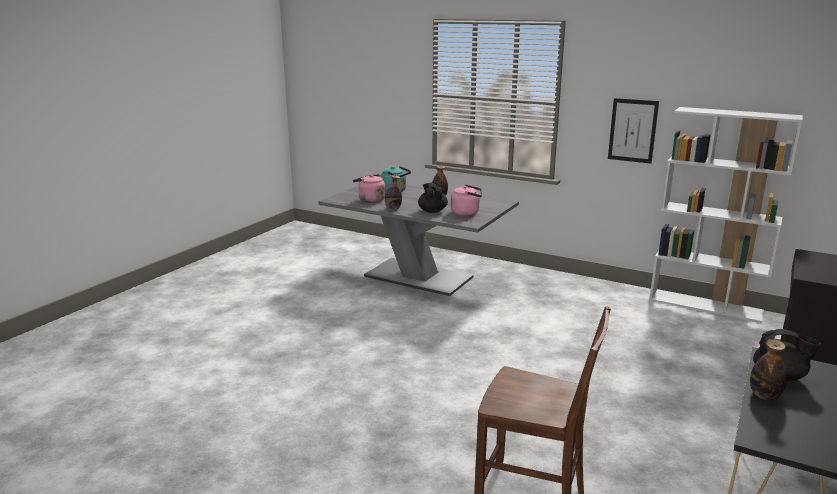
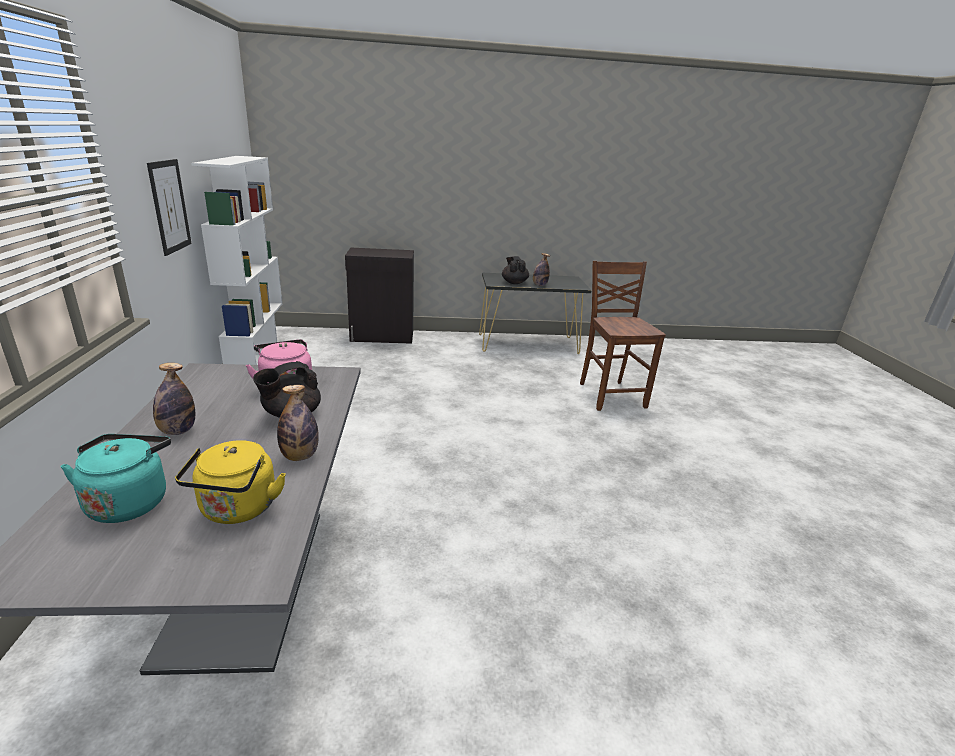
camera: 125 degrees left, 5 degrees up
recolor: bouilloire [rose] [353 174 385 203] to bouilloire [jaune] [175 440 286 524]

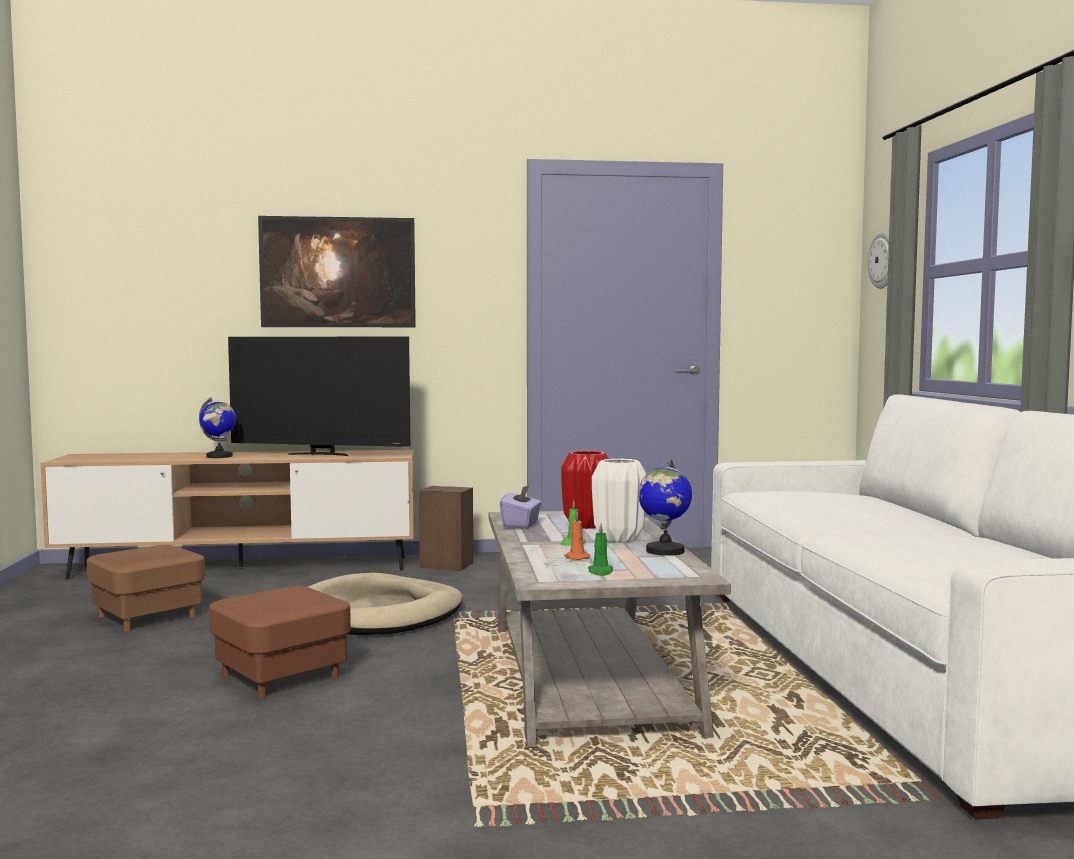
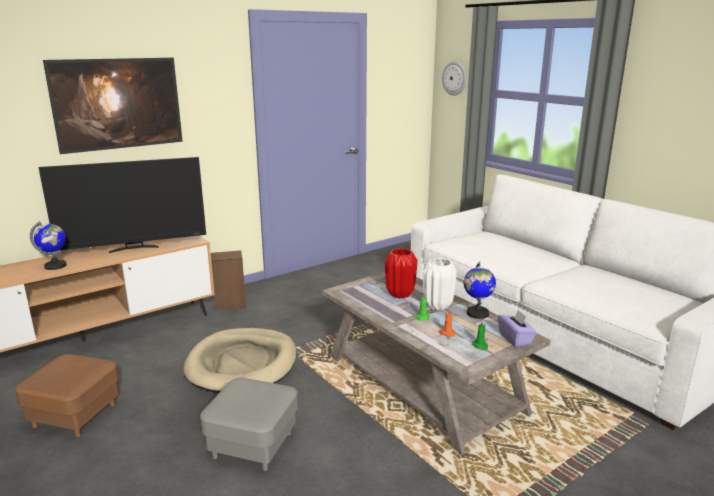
camera: 30 degrees left, 15 degrees up
move: boîte à mouchoirs [violet] [500 484 542 528] to [498 310 537 347]
recolor: pouf [marron] [209 586 351 698] to pouf [gris] [200 378 298 471]

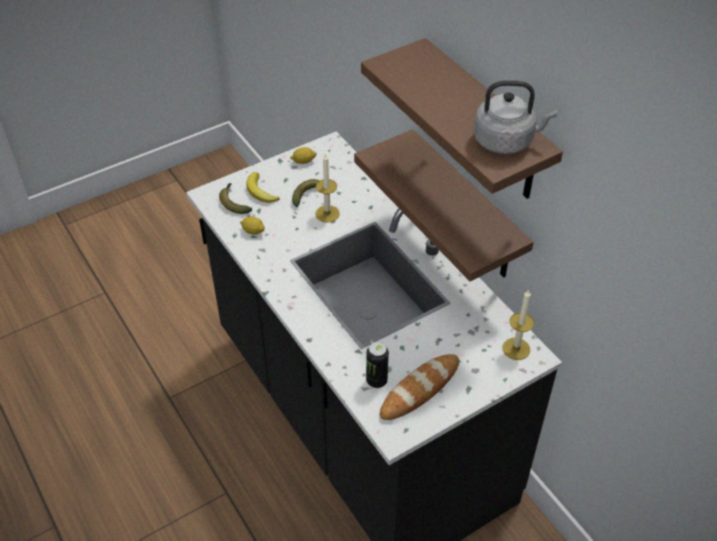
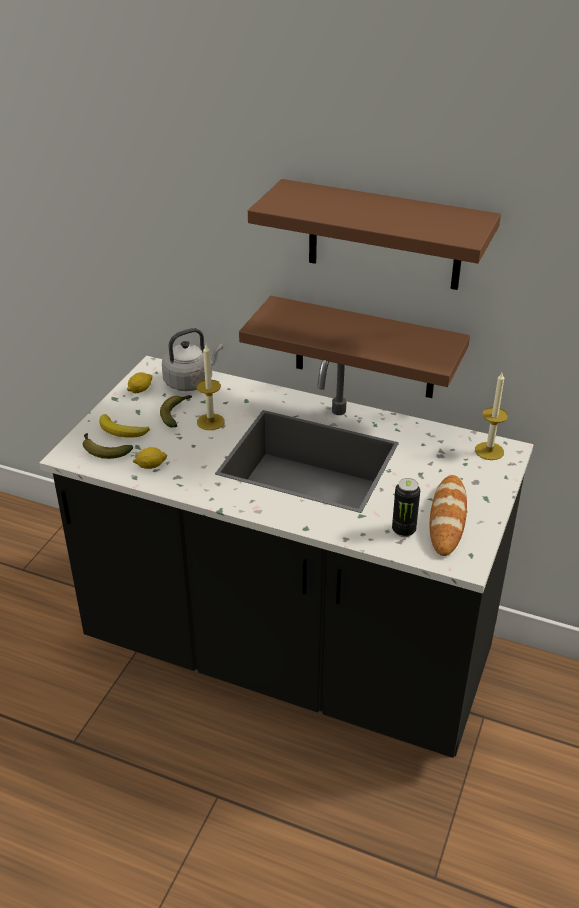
camera: 35 degrees left, 10 degrees down
move: bouilloire [gris] [474 80 557 154] to [162 328 223 391]

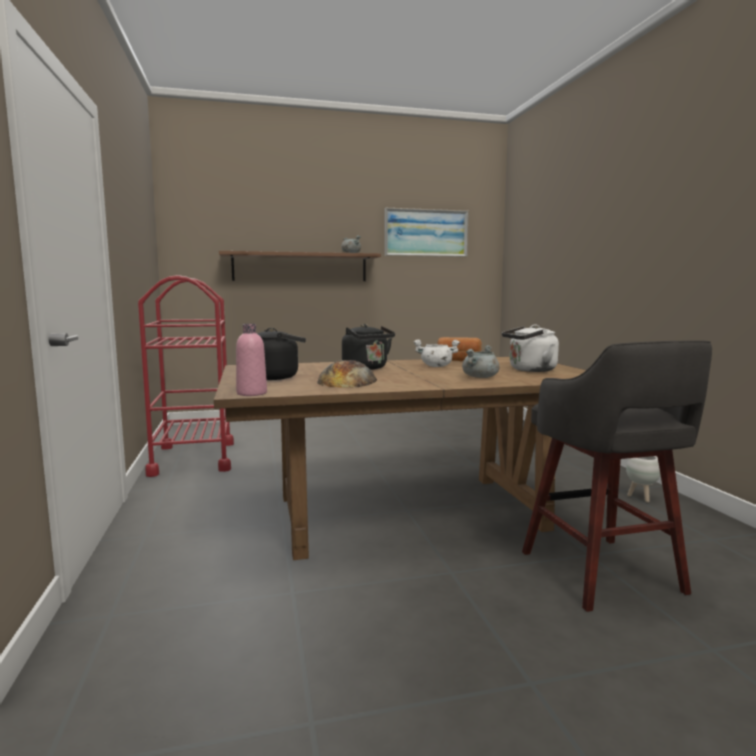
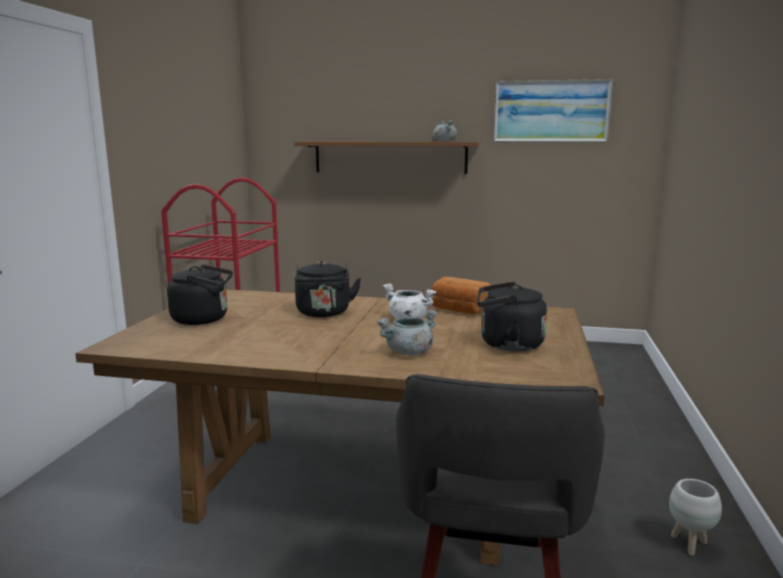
camera: 25 degrees right, 5 degrees up
delete: bouteille [rose] [236 324 267 396]; pain [317 360 377 388]
recolor: bouilloire [blanc] [502 325 559 372] to bouilloire [noir] [477 282 547 351]

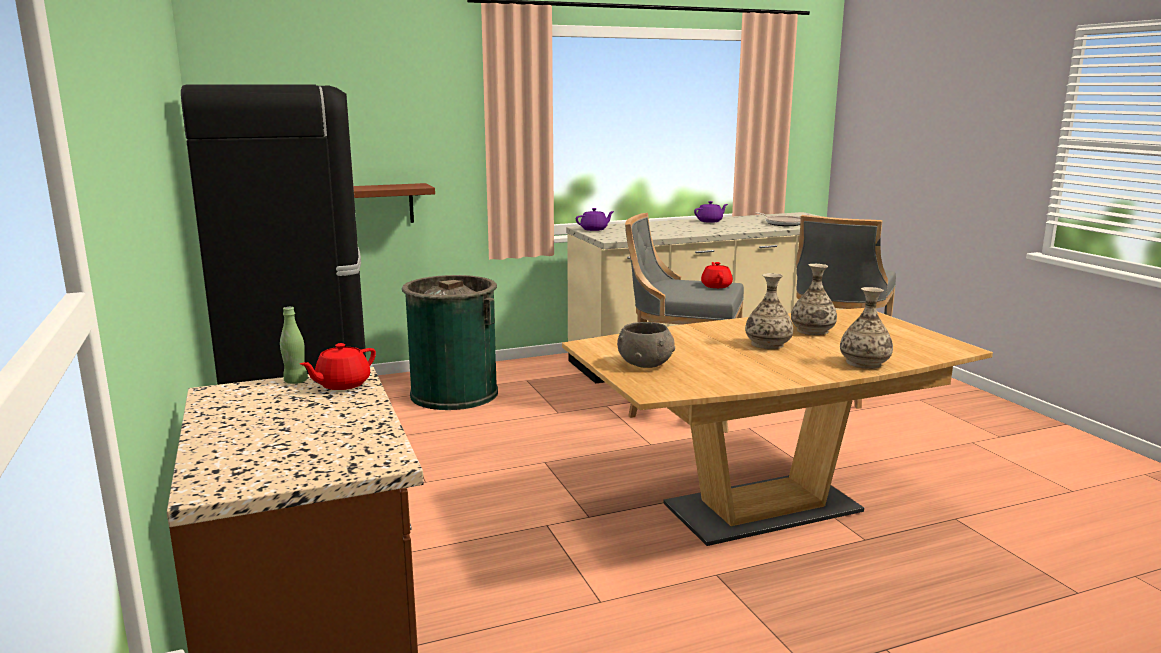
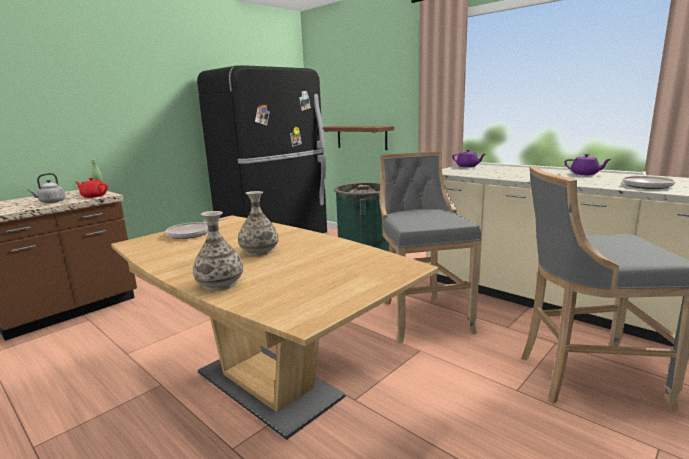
camera: 65 degrees right, 0 degrees up
delete: théière [rouge] [701 262 733 288]; vase [791 264 837 335]
insert: bouilloire [gris] [28 173 66 203]
replace: bol [gris] [617 322 675 368] to poêle [166 217 228 239]

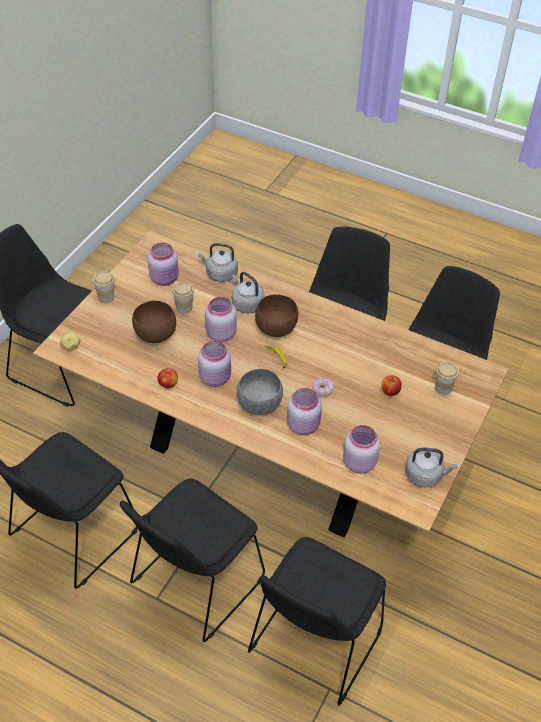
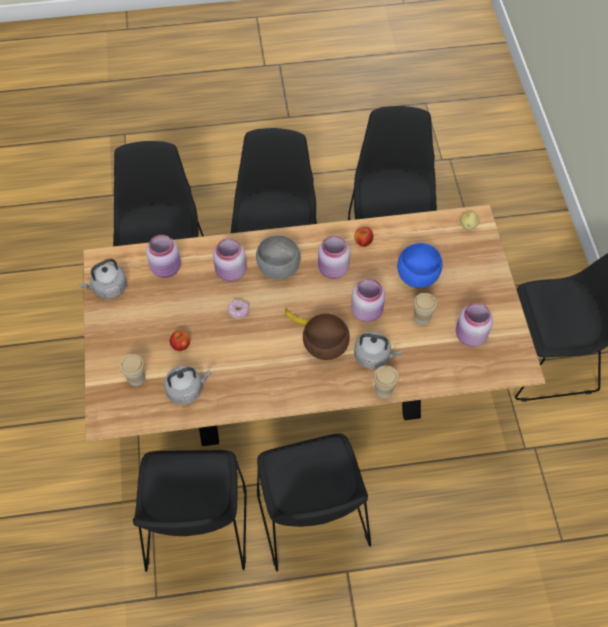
camera: 145 degrees right, 10 degrees up
move: bouilloire [gris] [198 243 238 282] to [164 366 211 405]; tasse [93 271 115 303] to [374 366 398 398]
recolor: bol [marron] [132 301 176 343] to bol [bleu] [397 243 443 288]

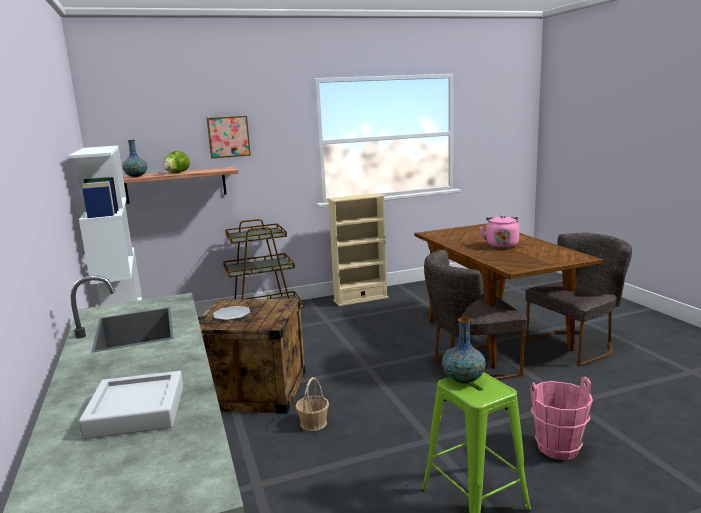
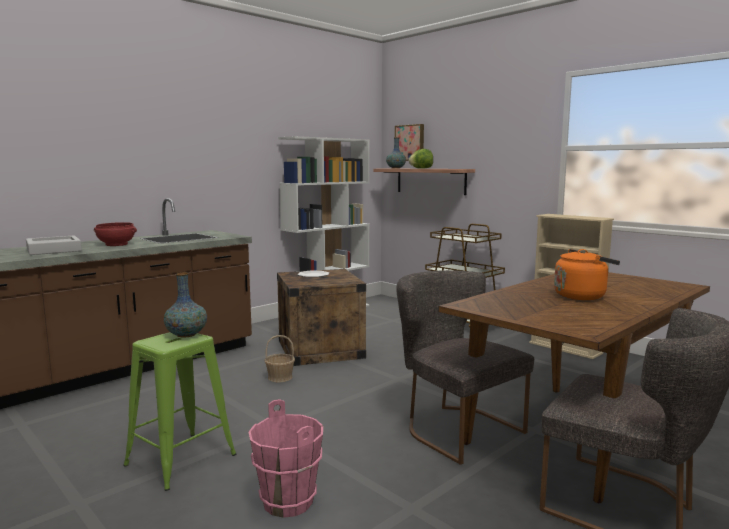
camera: 65 degrees right, 5 degrees down
insert: bol [rouge] [94 222 137 246]
move: tableau [207 116 251 158] to [395 124 424 161]
recolor: bouilloire [rose] [479 215 519 248] to bouilloire [orange] [554 249 620 300]

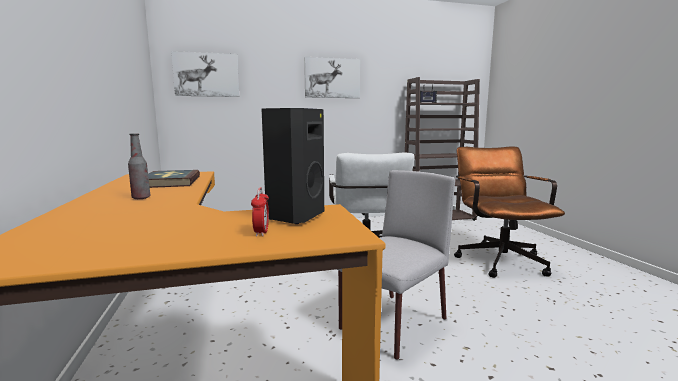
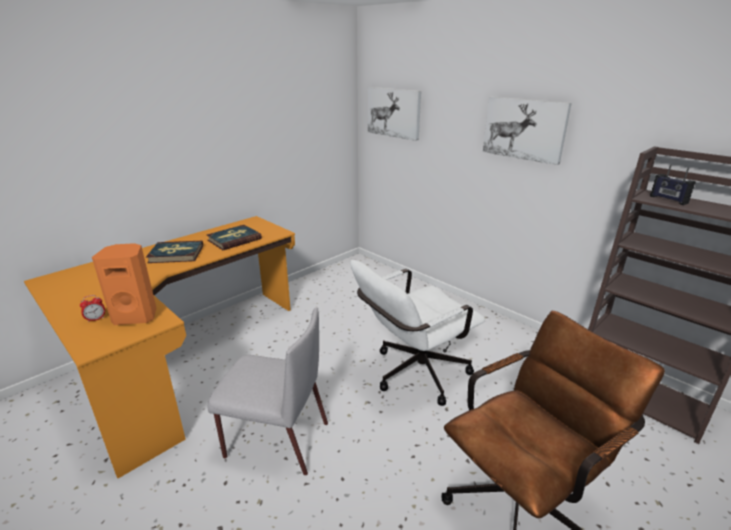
camera: 60 degrees right, 15 degrees up
replace: bouteille [128 133 150 199] to livre [146 241 203 263]
recolor: enceinte [noir] [262 108 324 224] to enceinte [orange] [92 243 156 325]

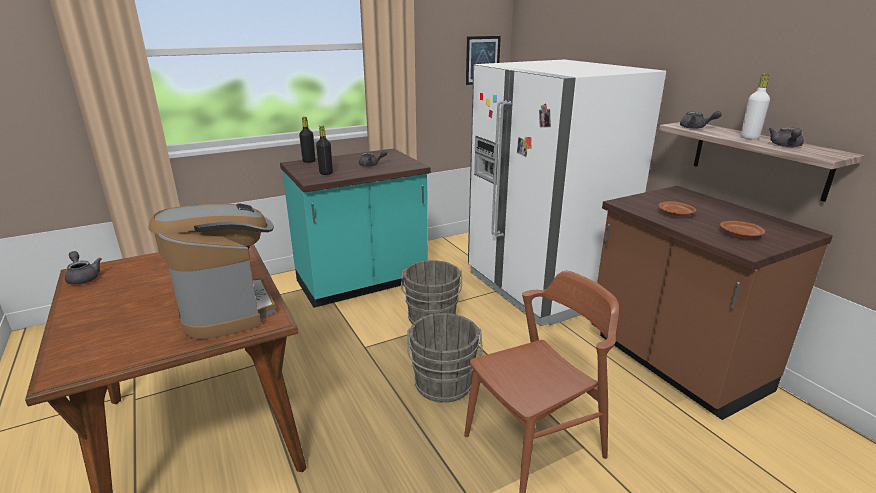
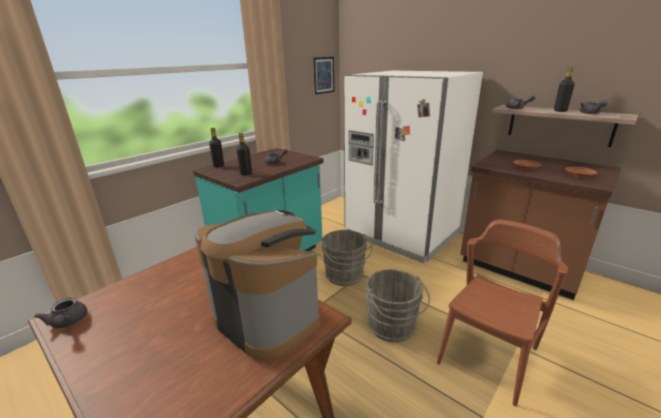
camera: 20 degrees left, 0 degrees up
recolor: bouteille [blanc] [741 74 770 139] to bouteille [noir] [554 67 575 112]
rotate: théière [gris] [65 251 101 285] = [34 298 87 328] 150 degrees counterclockwise

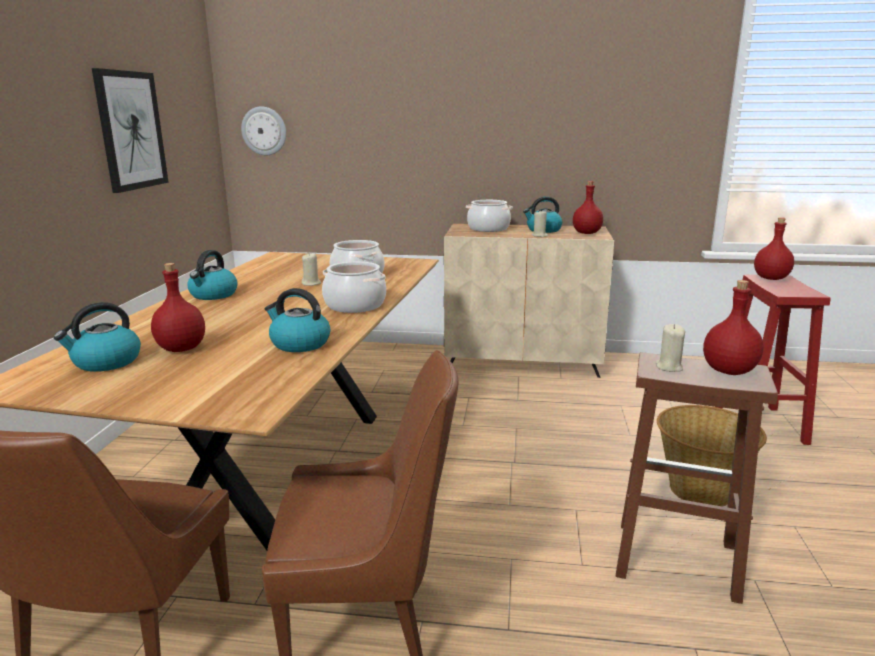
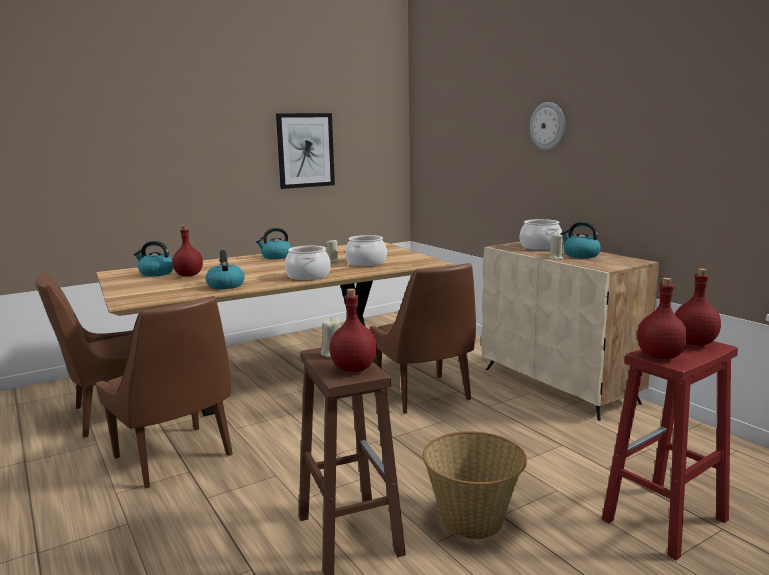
camera: 50 degrees right, 5 degrees down
insert: chaise [marron] [370 263 476 414]
move: horloge murale [241 106 286 155] to [530 102 565 150]; bouteille [rouge] [573 181 603 234] to [637 278 688 359]

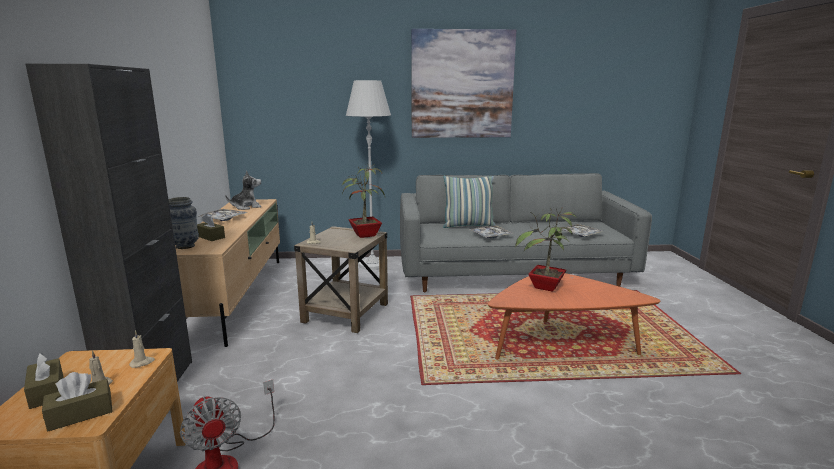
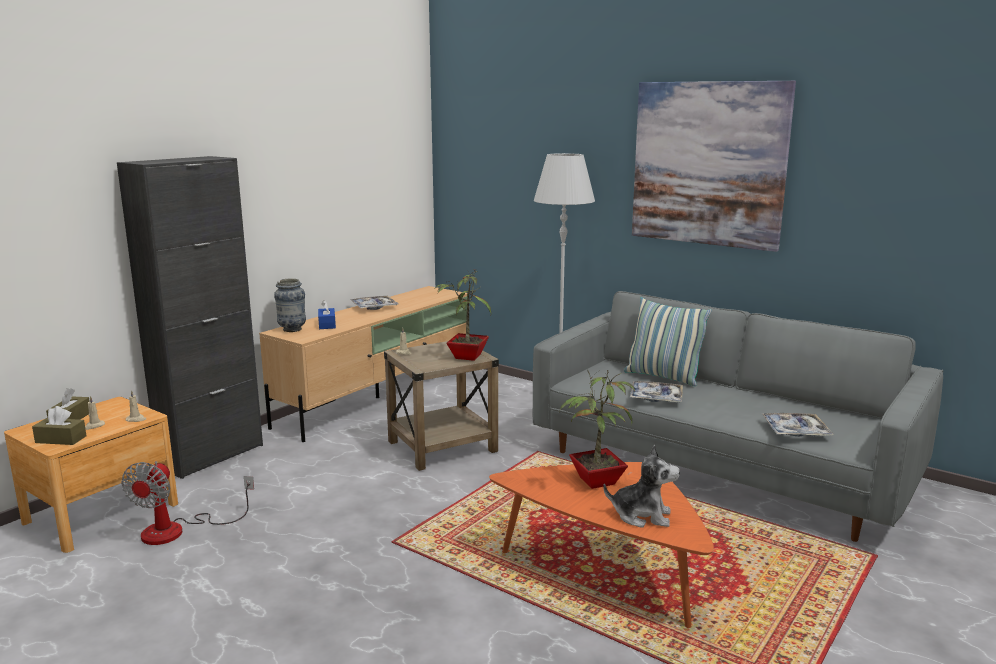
camera: 40 degrees right, 0 degrees up
move: peluche [225 171 261 210] to [603 444 680 528]
recolor: boîte à mouchoirs [marron] [197 214 225 241] to boîte à mouchoirs [bleu] [318 300 336 329]

